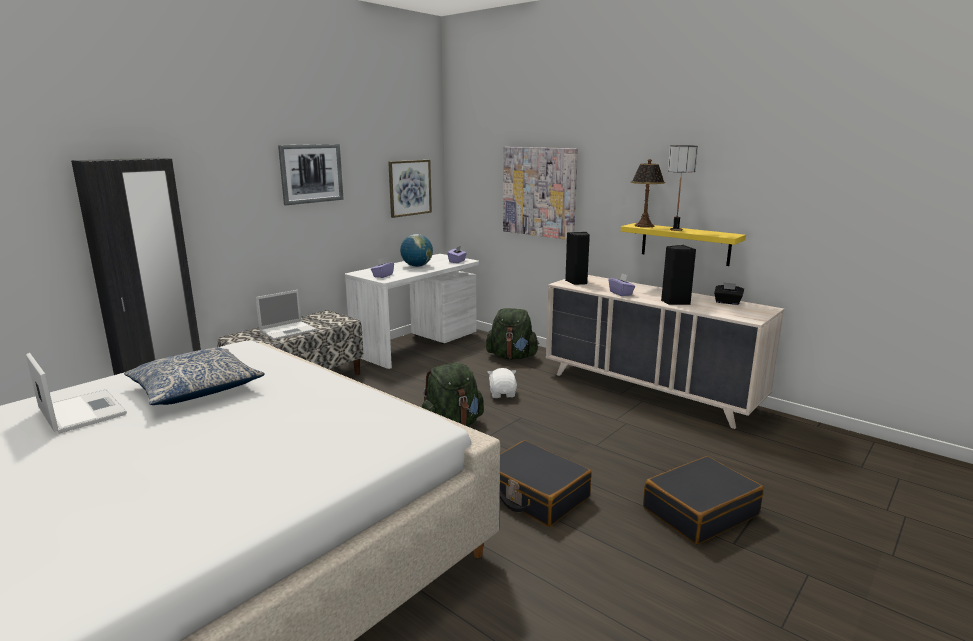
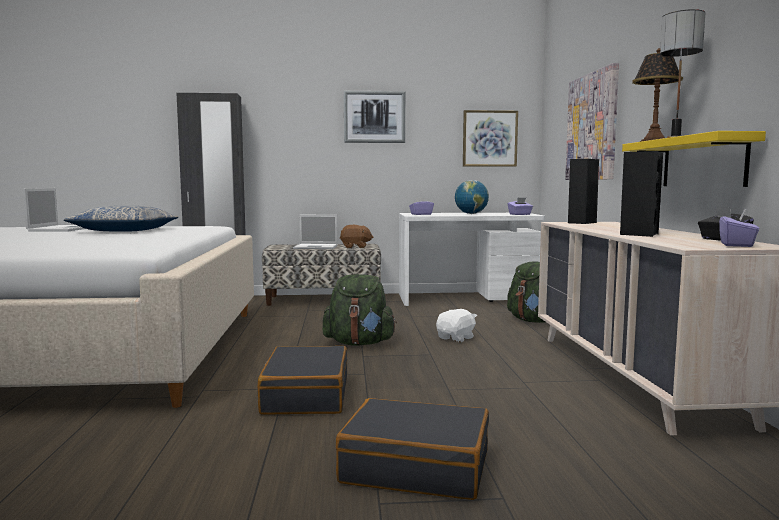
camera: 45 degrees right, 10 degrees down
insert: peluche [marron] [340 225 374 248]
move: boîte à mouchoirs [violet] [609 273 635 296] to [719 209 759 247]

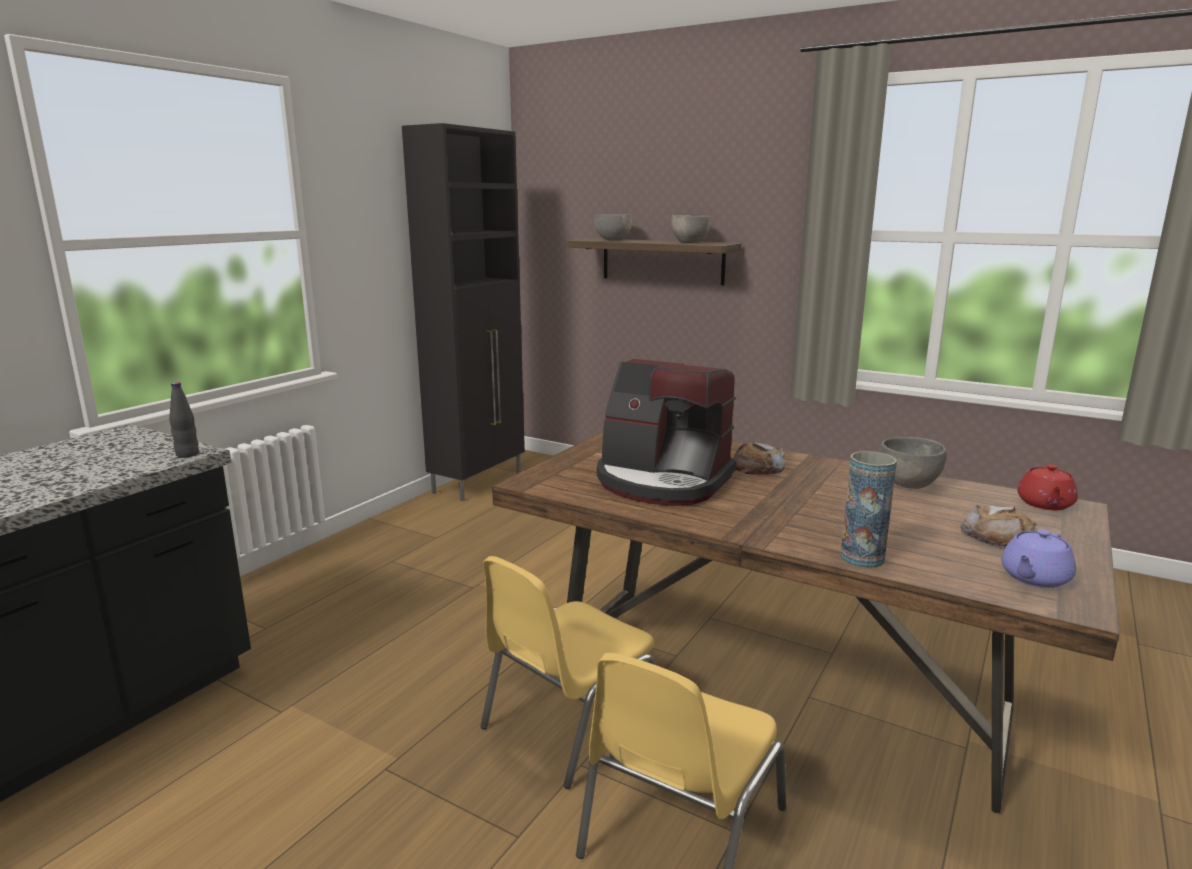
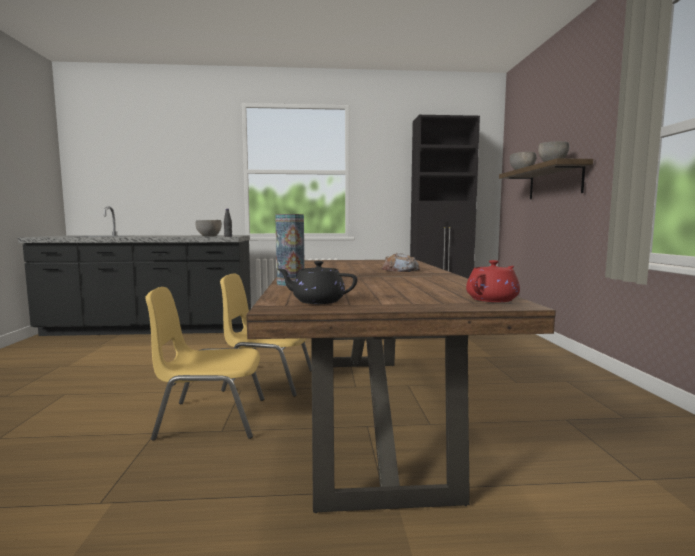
camera: 55 degrees right, 10 degrees down
delete: machine à café [597 359 736 506]; pain [961 505 1037 549]
move: bol [gris] [879 437 947 489] to [195 220 222 237]
recolor: théière [violet] [1001 529 1076 588] to théière [noir] [277 261 357 304]
rotate: théière [rouge] [1017 464 1078 510] = [466 260 520 302] 150 degrees clockwise

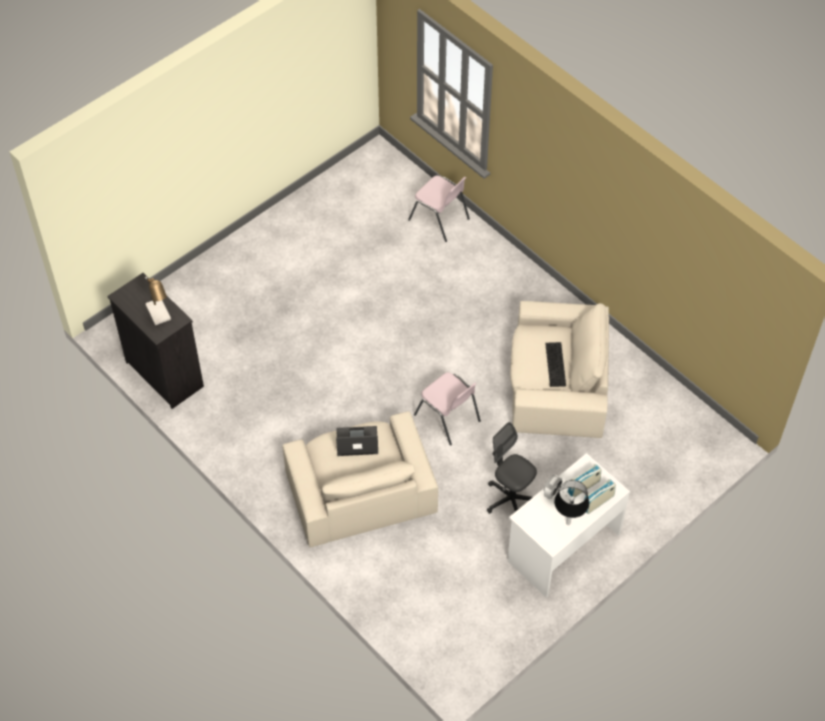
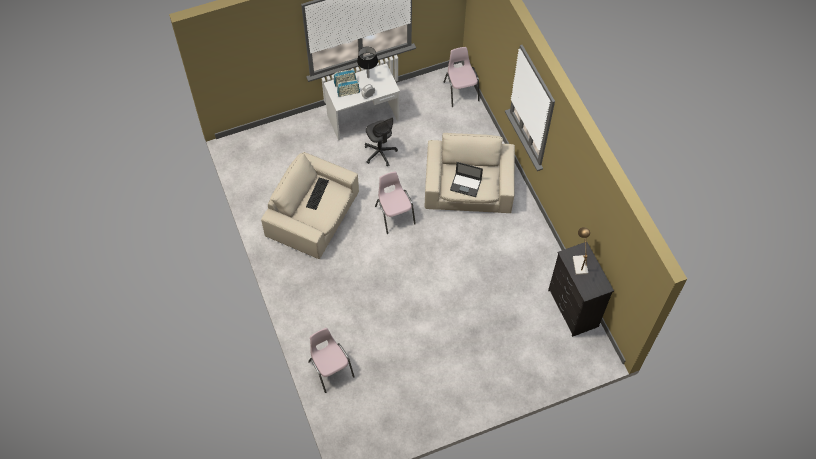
camera: 160 degrees left, 5 degrees up
insert: chaise [rose] [444 47 480 107]

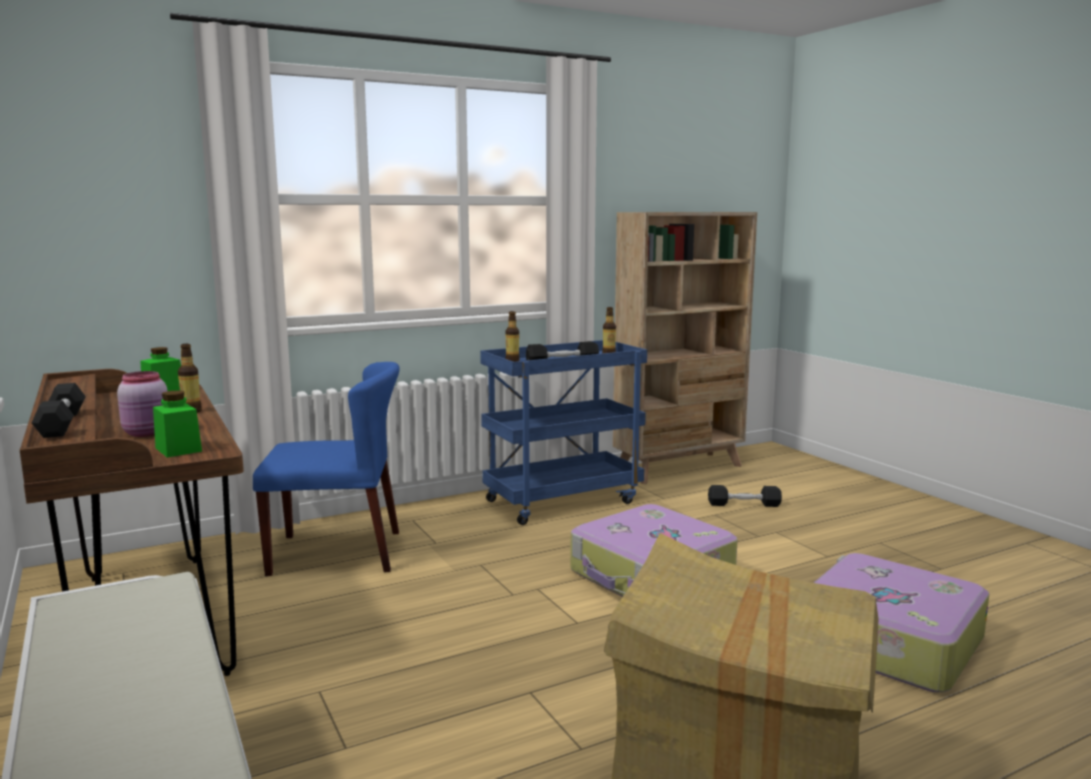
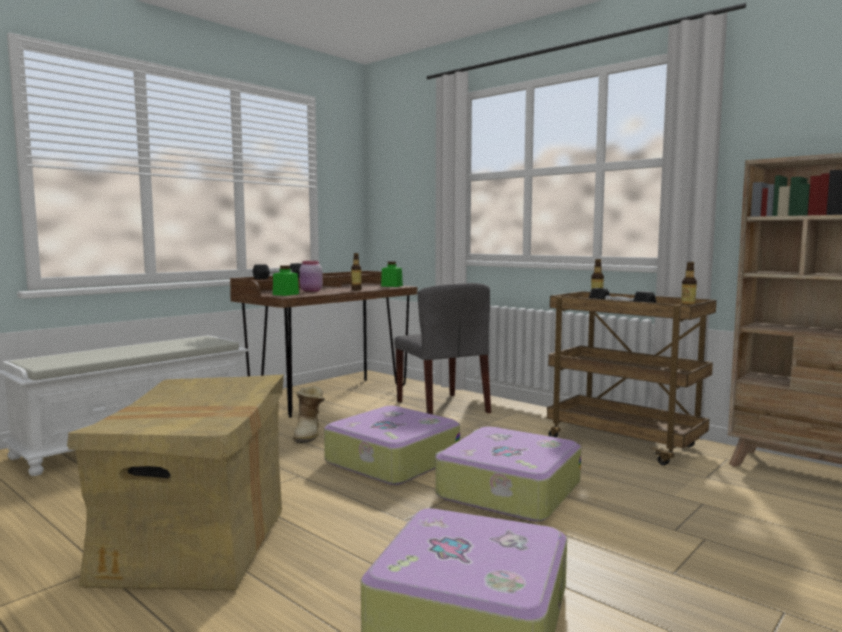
camera: 70 degrees right, 5 degrees down
delete: haltère [noir] [708 485 782 507]
insert: botte [293 386 325 443]; valise [324 406 460 485]
recolor: chaise [bleu] [253 362 400 576] to chaise [gris] [394 283 491 415]; chariot [bleu] [480 340 647 525] to chariot [marron] [547 291 717 466]

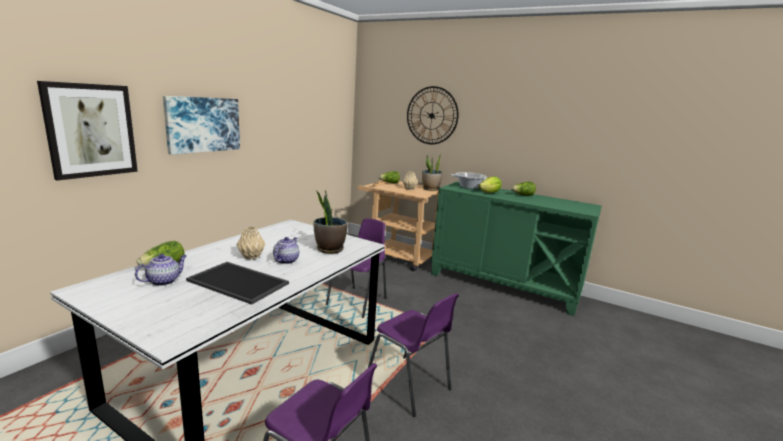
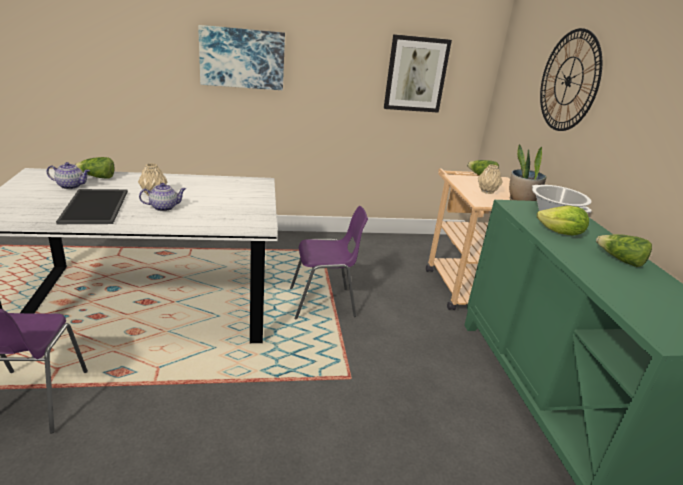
camera: 50 degrees right, 10 degrees up
delete: plante en pot [313 190 348 254]; chaise [violet] [368 293 459 417]
move: tableau [37 81 138 181] to [384 34 452 113]

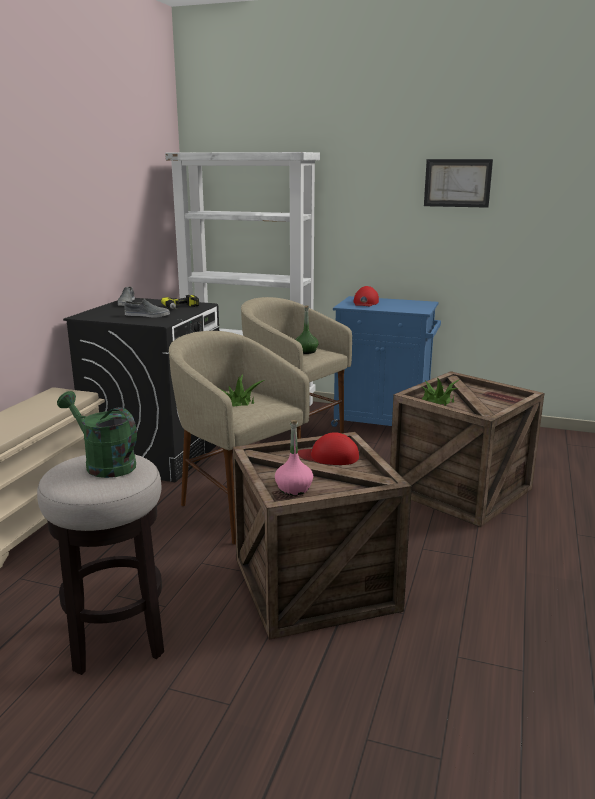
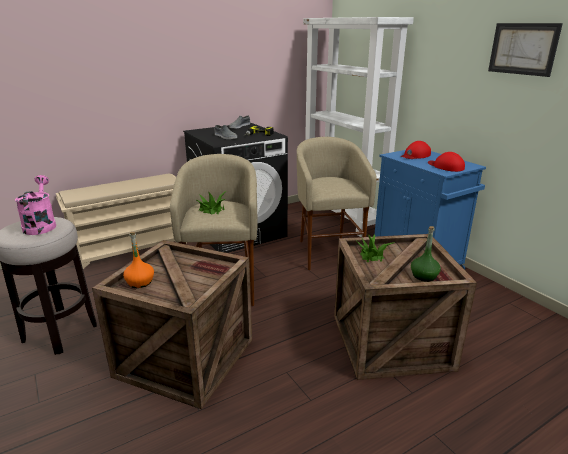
camera: 40 degrees right, 5 degrees up
move: bouteille [vert] [295 305 319 354] to [411 226 441 282]; casquette [rouge] [298 432 359 465] to [428 152 465 172]
recolor: arrosoir [vert] [57 391 137 478] to arrosoir [rose] [15 175 56 235]; bouteille [rose] [275 420 313 495] to bouteille [orange] [123 232 154 288]

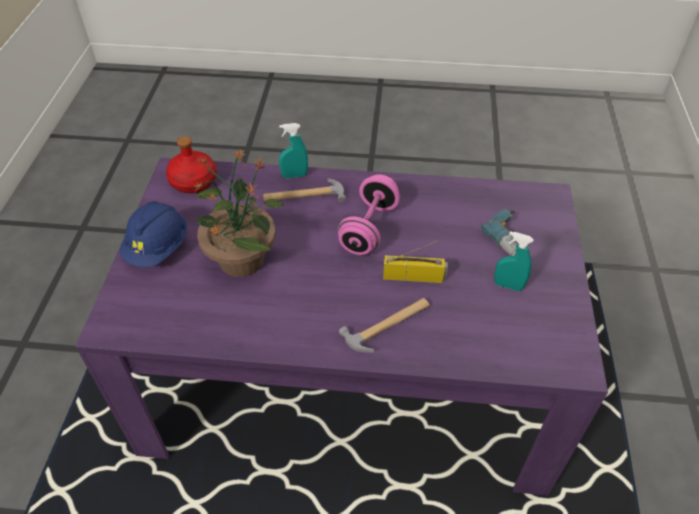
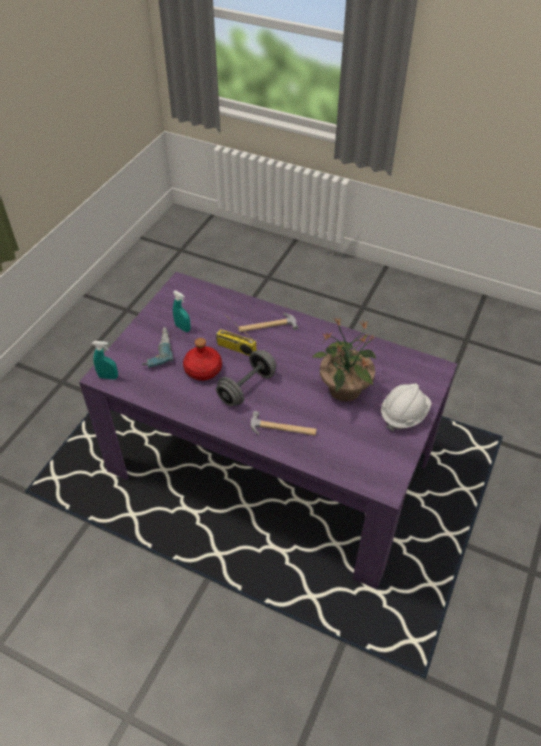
camera: 160 degrees left, 0 degrees up
move: vaporisateur [turquoise] [279 123 308 178] to [92 341 118 380]; bouteille [rouge] [166 136 217 193] to [183 338 222 381]
recolor: haltère [rose] [338 174 400 255] to haltère [gris] [216 350 277 406]; casque de chantier [bleu] [119 201 187 267] to casque de chantier [blanc] [381 383 432 432]

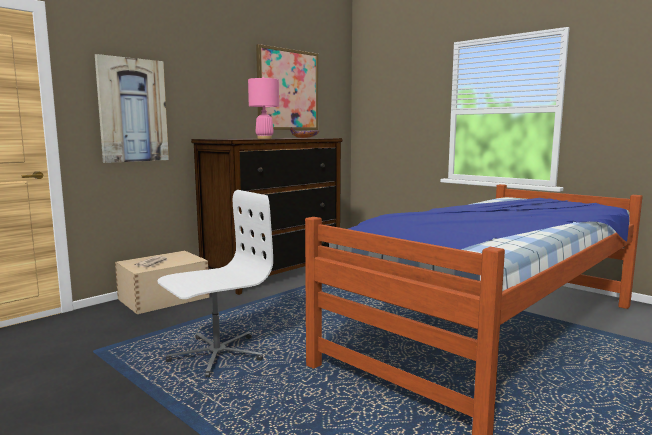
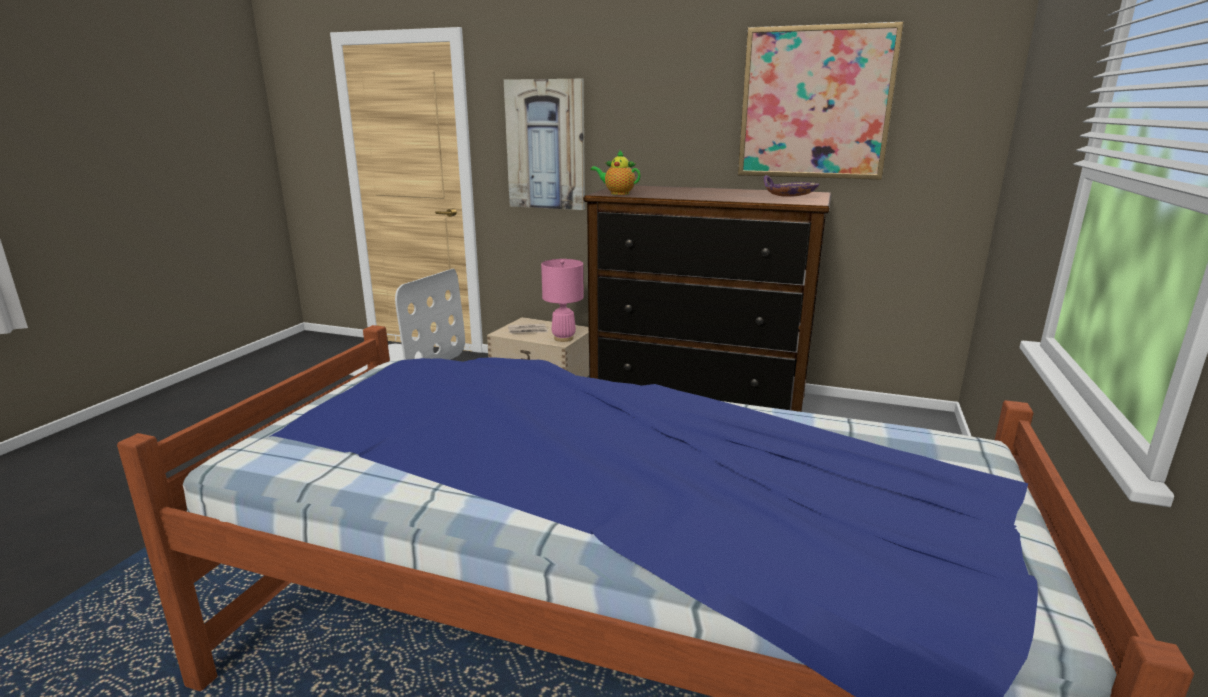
camera: 65 degrees right, 10 degrees up
insert: théière [591 150 641 195]
move: lampe de table [rose] [248 77 279 139] to [541 259 584 342]

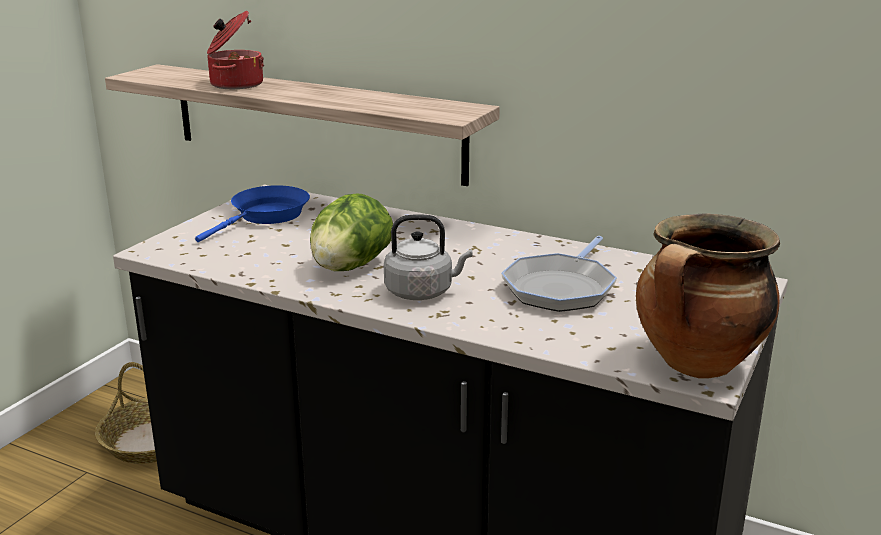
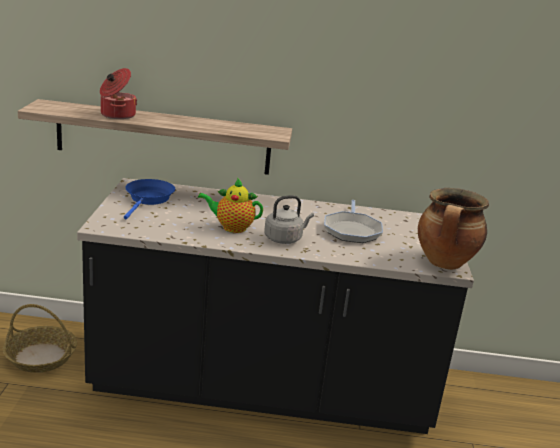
camera: 25 degrees left, 0 degrees up
replace: laitue [310 194 393 271] to théière [198 178 263 233]

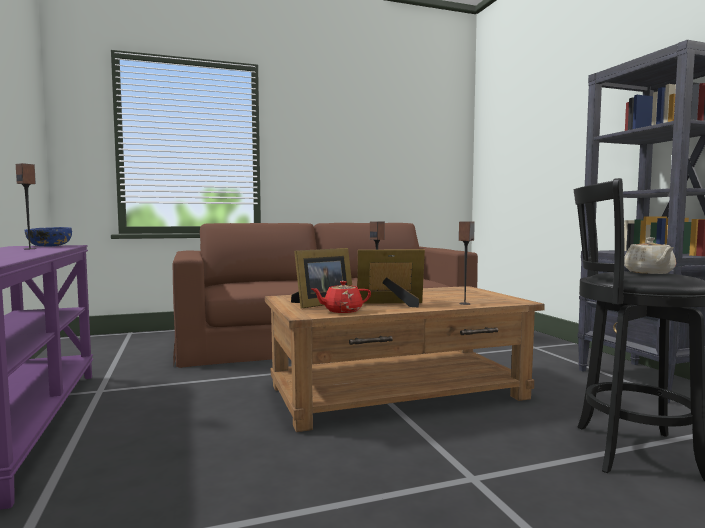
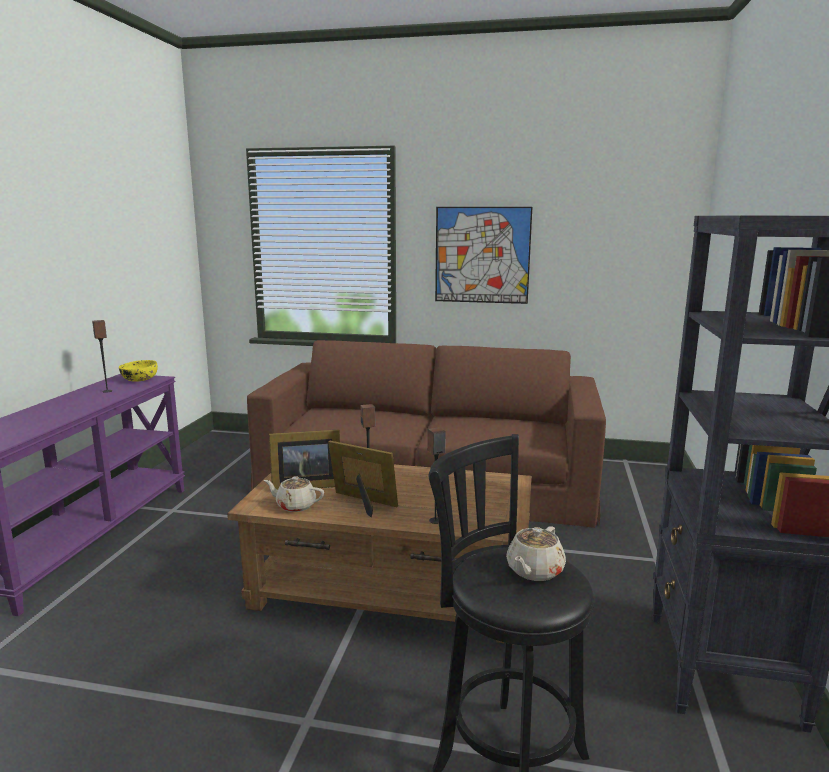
camera: 30 degrees right, 10 degrees up
insert: tableau [435 207 532 304]
recolor: bol [bleu] [25 227 72 246] to bol [jaune] [119 360 158 382]; théière [rouge] [311 281 371 313] to théière [beige] [264 476 324 512]

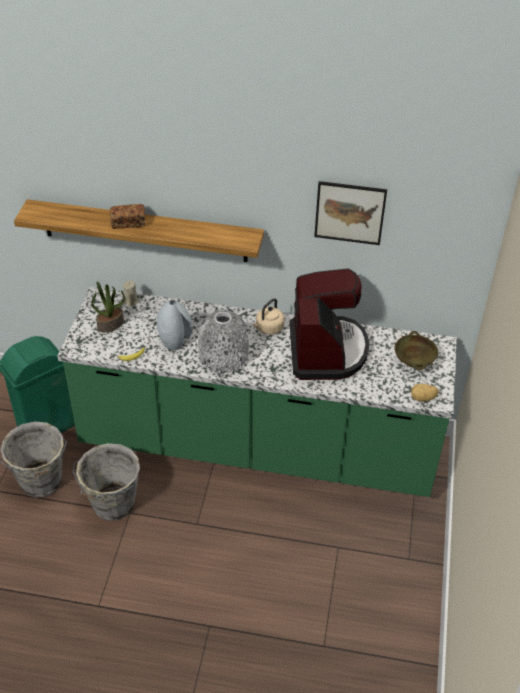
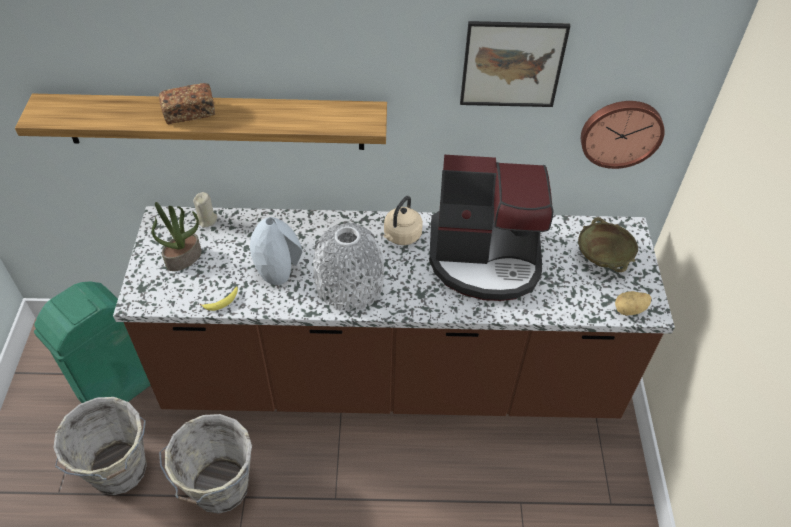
camera: 10 degrees left, 5 degrees up
insert: horloge murale [581 101 665 169]
recolor: comptoir de cuisine [vert] [57 287 457 497] to comptoir de cuisine [marron] [113 206 675 418]
rotate: machine à café [290 268 369 380] = [429 155 554 301] 105 degrees clockwise

